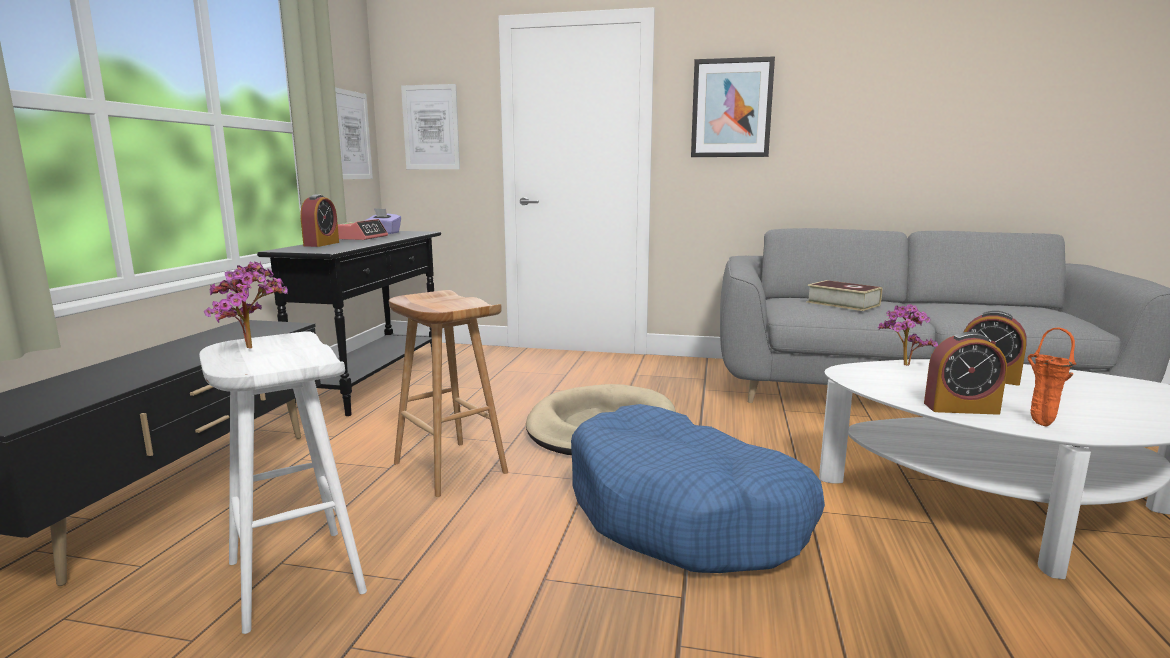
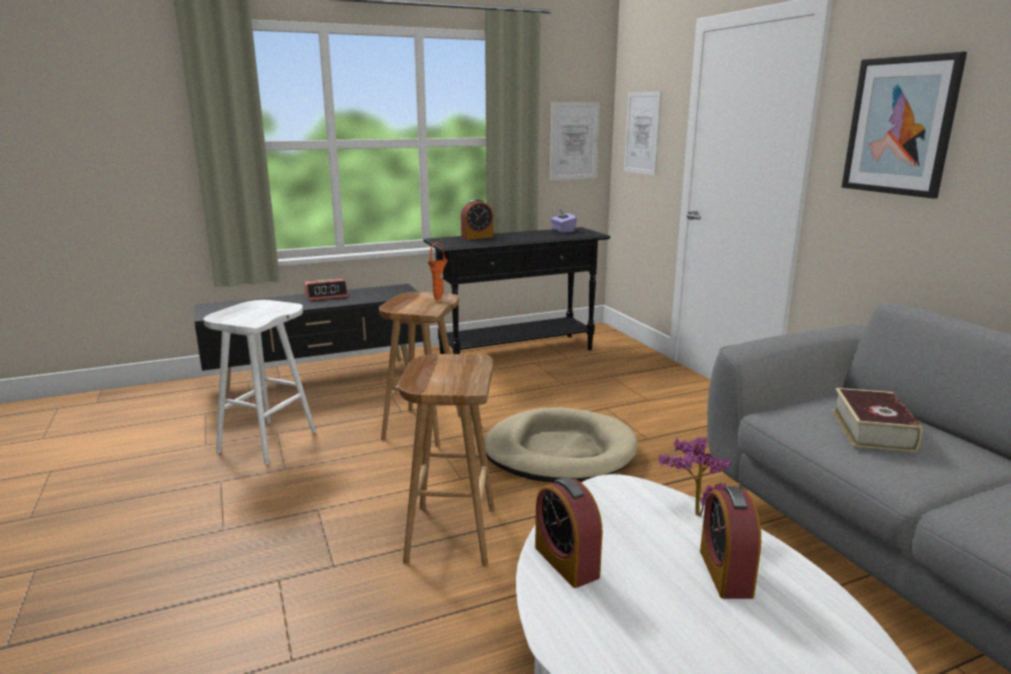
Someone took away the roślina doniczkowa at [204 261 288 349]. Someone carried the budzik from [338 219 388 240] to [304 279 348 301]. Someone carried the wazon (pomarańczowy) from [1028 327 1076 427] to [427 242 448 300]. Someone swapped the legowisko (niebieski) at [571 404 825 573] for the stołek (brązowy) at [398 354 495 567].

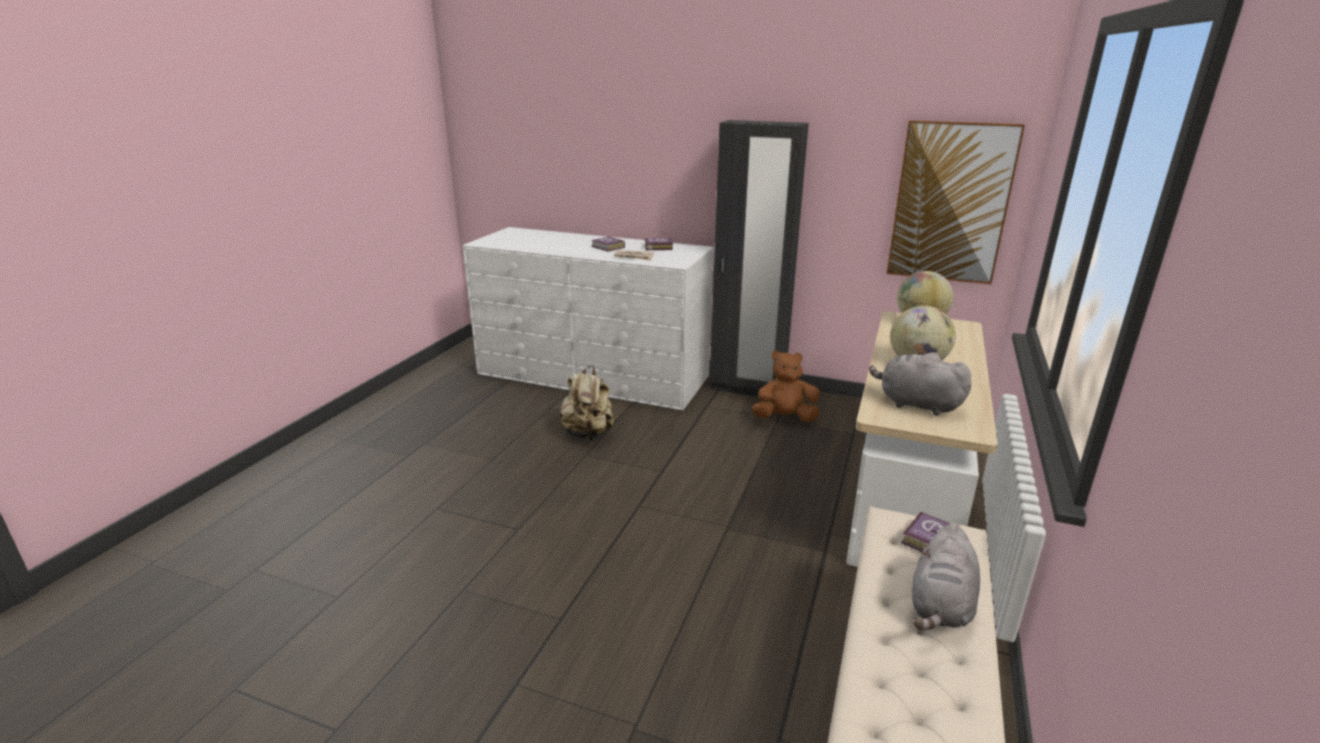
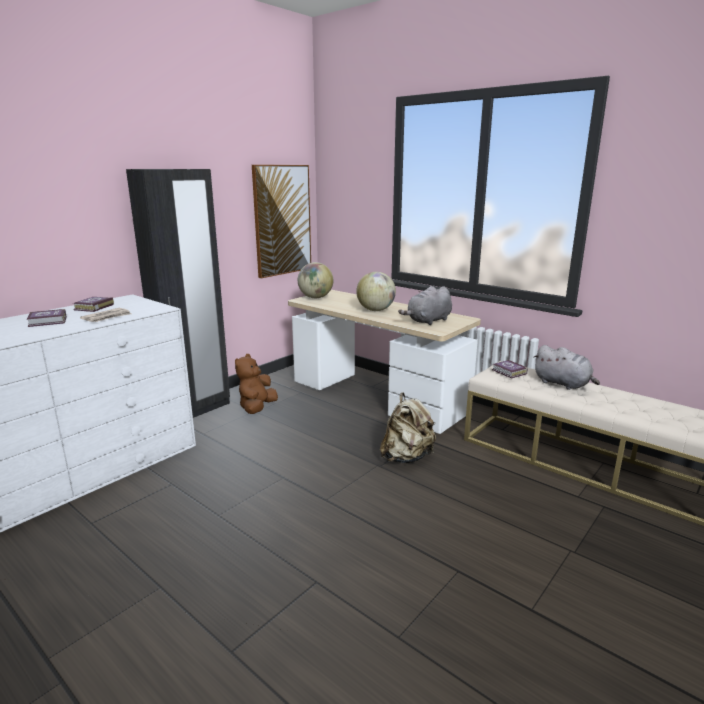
Someone carried the plecak (beżowy) from [560 365 615 441] to [380 392 436 463].

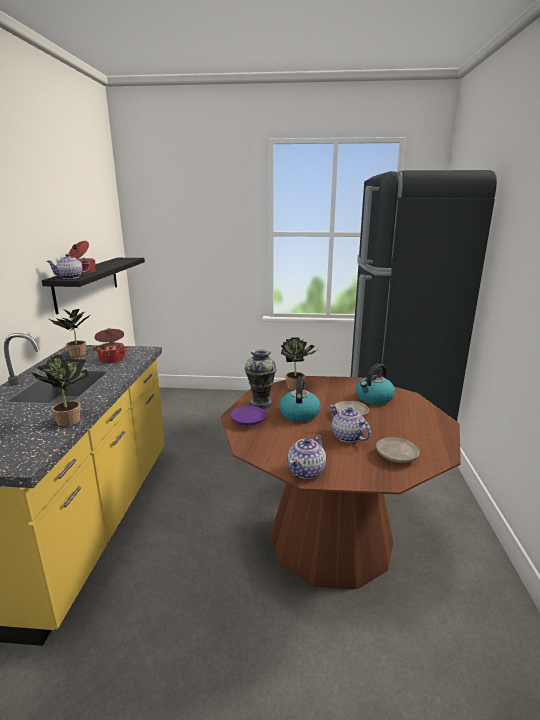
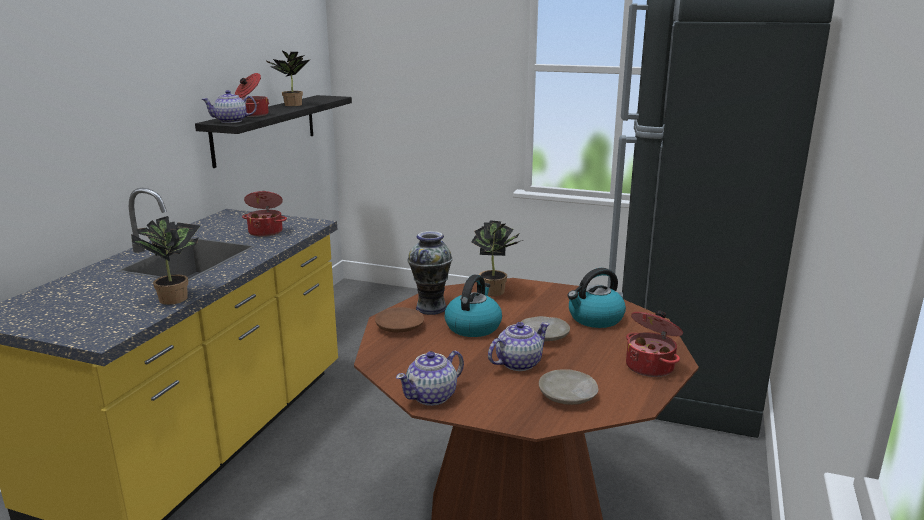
Someone put down the garnek at [626 311 683 377]. Someone carried the roślina doniczkowa from [49 309 90 357] to [265 51 311 106]. Someone repainted the talerz (fioletowy) at [230 406 267 425], which became the talerz (brązowy) at [375 307 424 333]. Someone rotated the imbryk at [330 405 371 443] by 75 degrees clockwise.

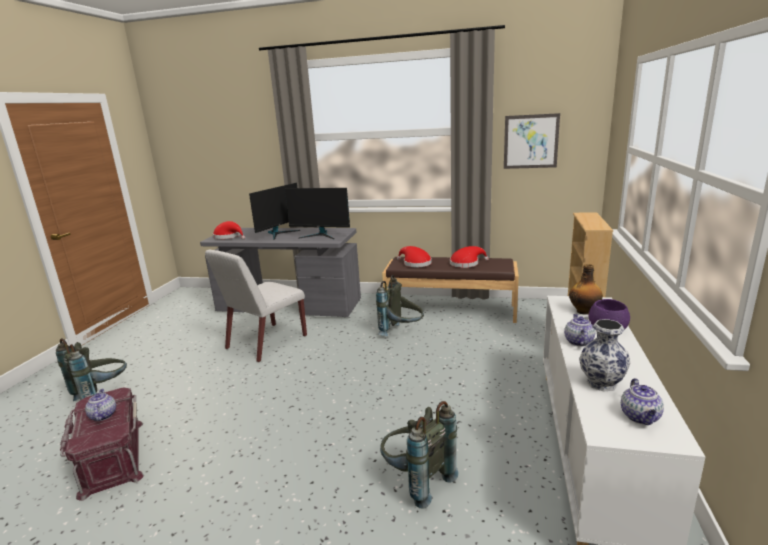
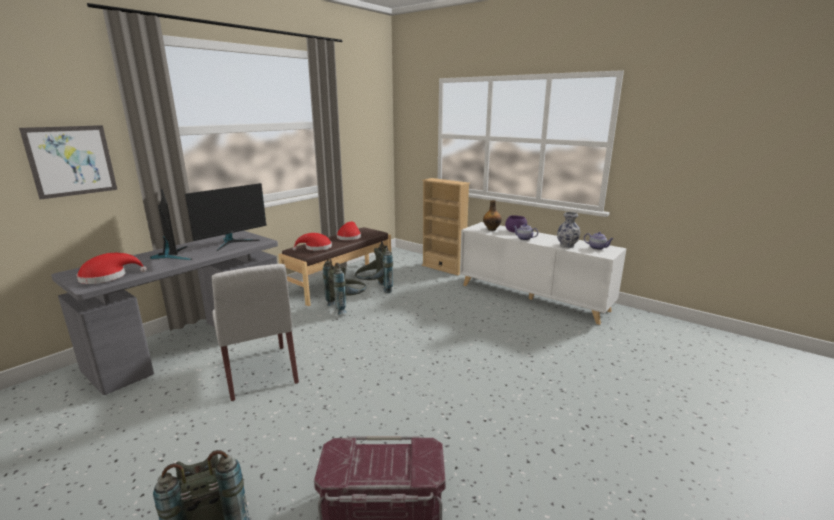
Someone took away the imbryk at [85 389 116 421]. Someone carried the plecak (szary) from [380 401 459 509] to [355 241 393 293]. Someone carried the obraz from [504 113 560 169] to [19 125 117 199].

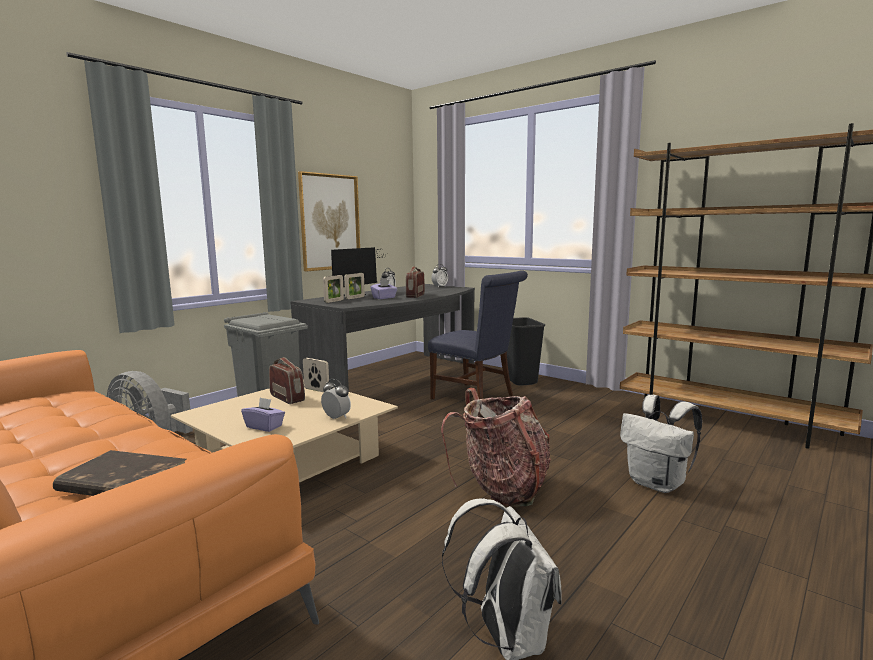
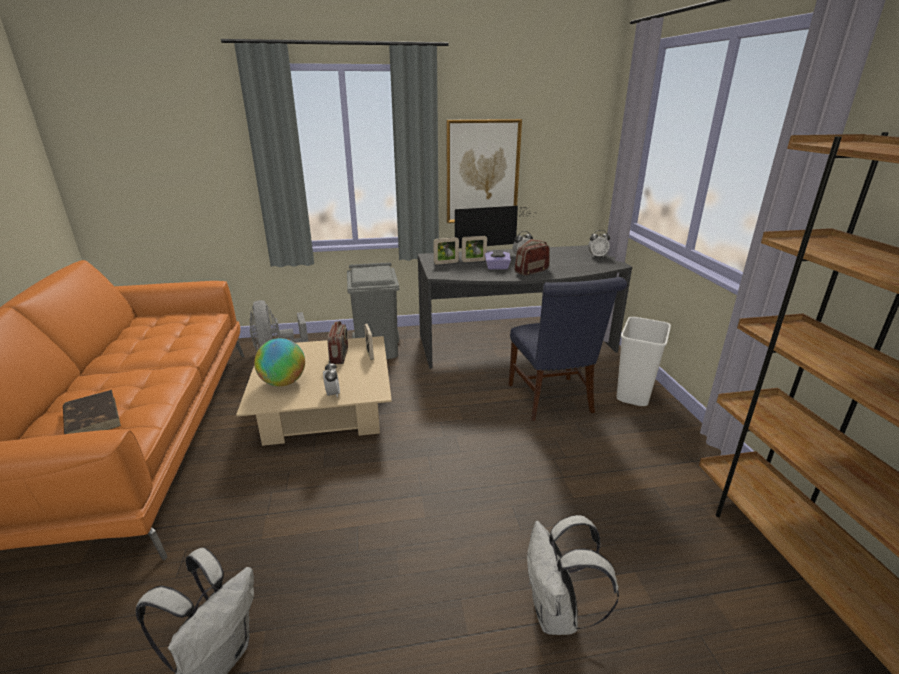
Someone took away the plecak at [441 388 551 507]. Someone swapped the pudełko chusteczek (fioletowy) at [241 397 285 432] for the globus at [254 338 305 386]. Someone repainted the kosz na śmieci (czarny) at [503 317 545 386], which became the kosz na śmieci (biały) at [616 317 671 406].

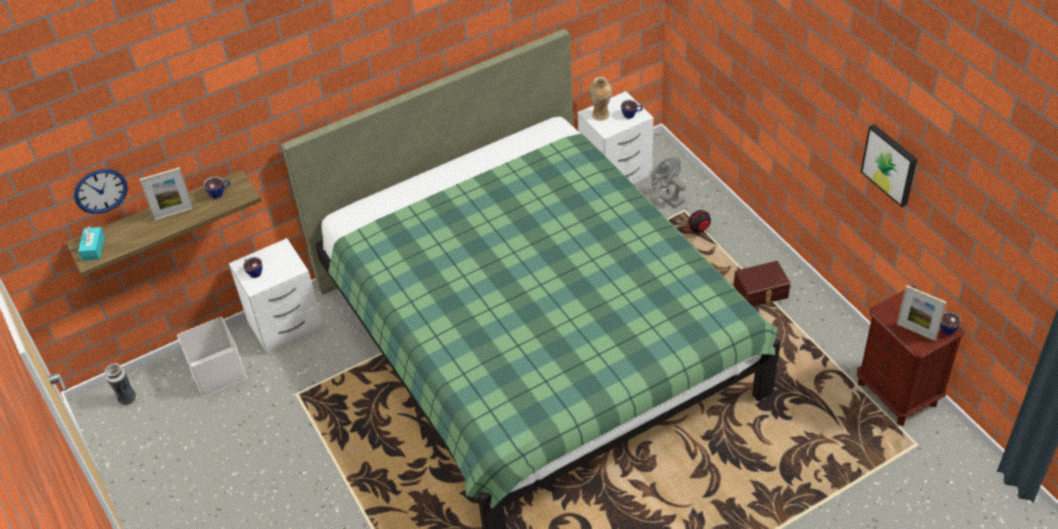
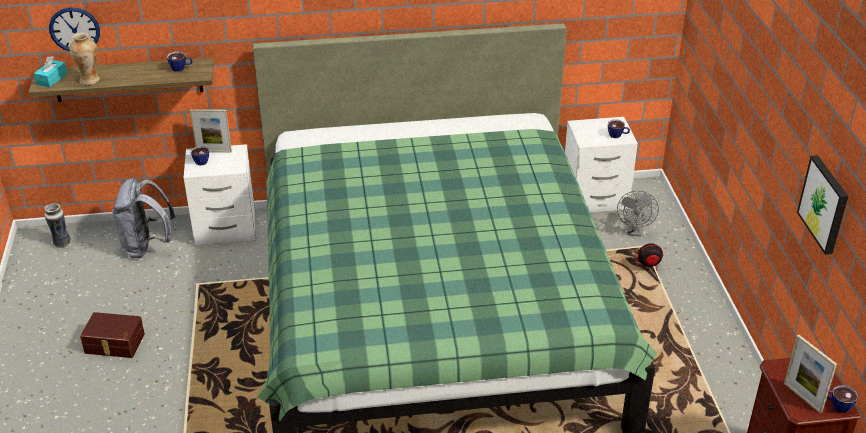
Someone carried the ramka na zdjęcie from [139 167 194 221] to [190 109 232 153]. Someone carried the wazon from [589 77 612 121] to [70 33 100 85]. Someone carried the pojemnik do przechowywania (brązowy) from [734 261 791 306] to [80 312 145 358]. Someone swapped the pojemnik do przechowywania (biały) at [177 317 247 397] for the plecak (szary) at [112 178 175 258]. Someone rotated the wentylator (szary) at [652 157 686 208] by 150 degrees counterclockwise.

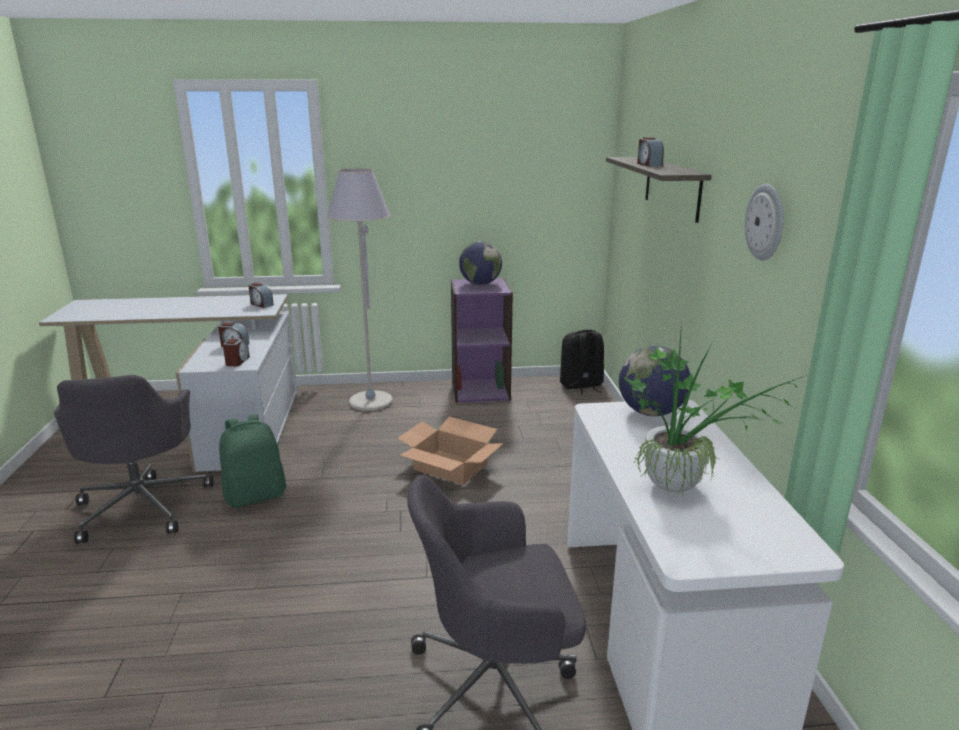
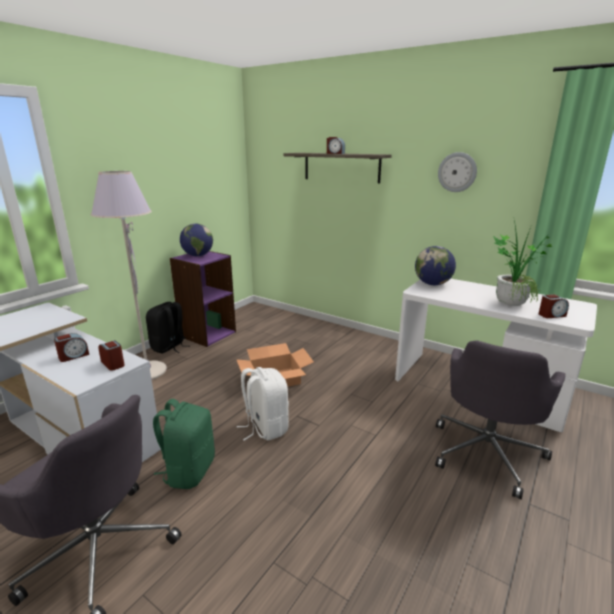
Someone put down the plecak (biały) at [237 367 289 441]. Someone carried the budzik from [249 283 274 308] to [539 294 569 318]. Someone carried the plecak (czarny) from [560 330 604 395] to [146 302 190 354].

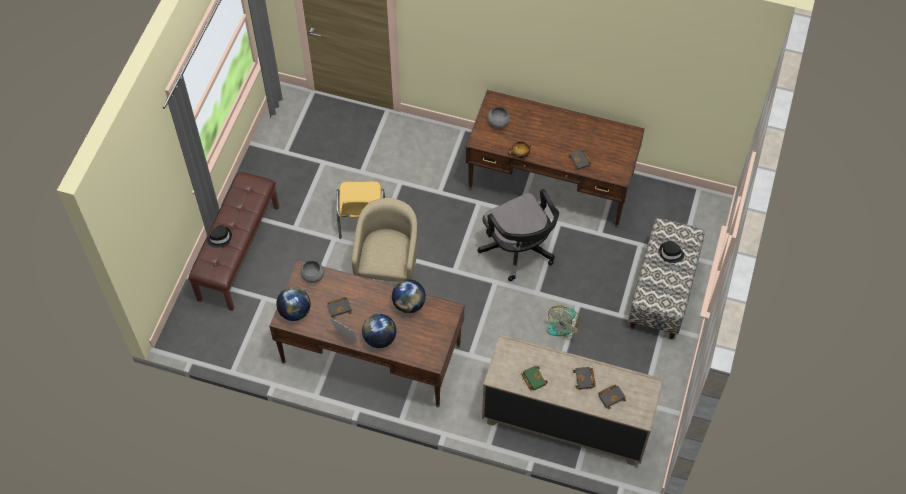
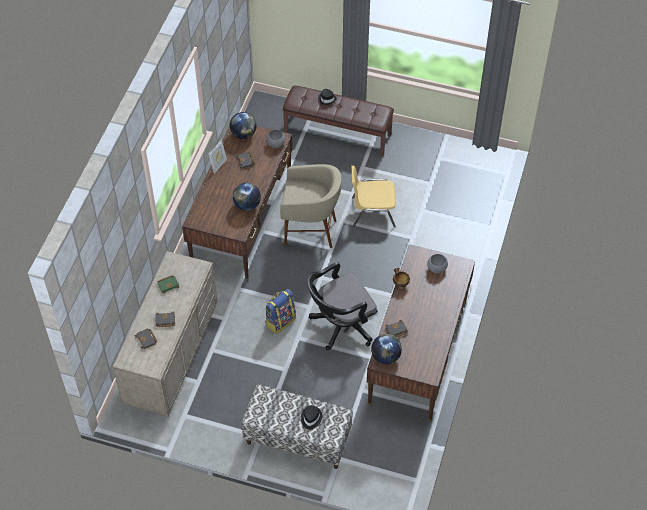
Someone took away the wentylator at [546 305 580 337]. Someone put down the plecak at [265 289 296 334]. Someone carried the globus from [362 314 396 348] to [371 334 402 365].

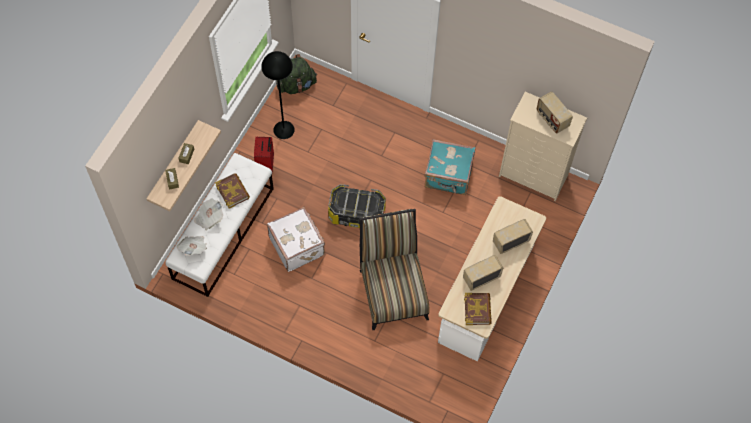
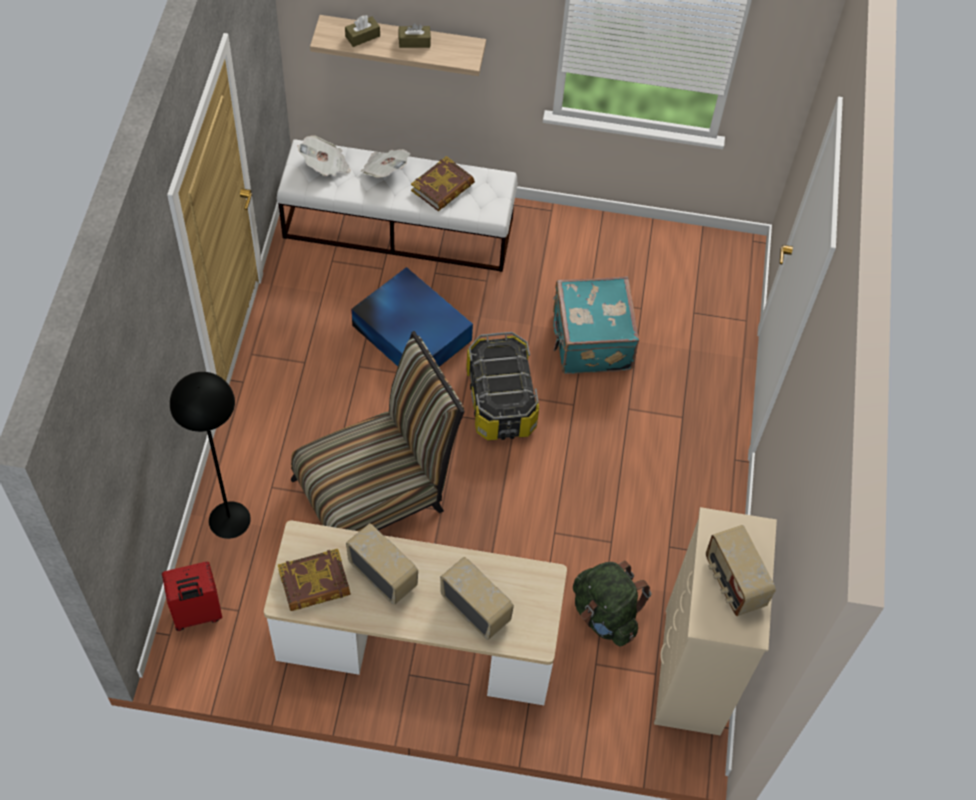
Someone carried the walizka (czerwony) from [254 137 274 173] to [162 562 222 631]. Someone carried the lampa stojąca (czarny) from [261 51 295 139] to [170 372 251 539]. Someone carried the plecak (zielony) from [276 54 317 94] to [573 561 651 647]. Someone carried the walizka (turkusowy) from [425 139 476 195] to [553 276 639 374]. Someone swapped the walizka (biały) at [267 207 325 272] for the pojemnik do przechowywania (niebieski) at [351 267 473 367]. Someone rotated the radio at [537 91 573 134] by 60 degrees counterclockwise.

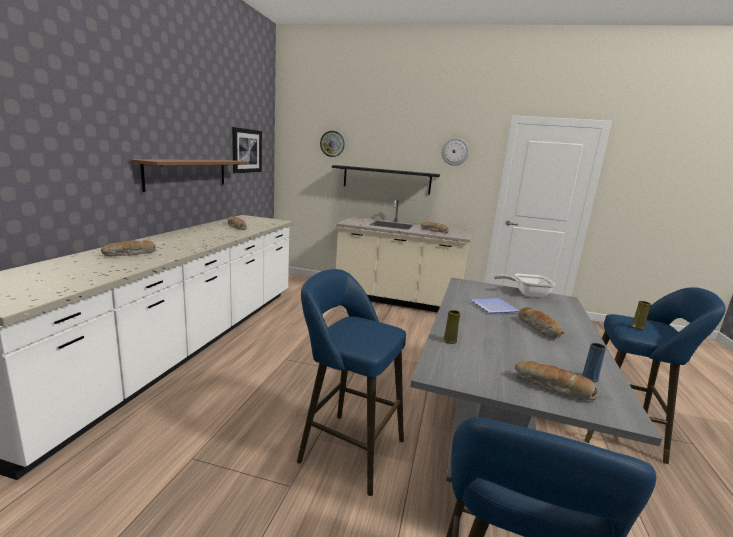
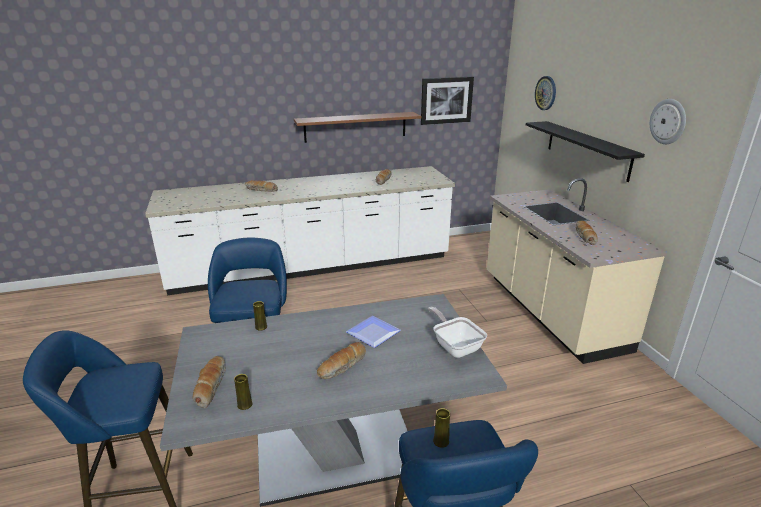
Someone repainted the wazon (niebieski) at [581 343 606 382], which became the wazon (żółty) at [234 374 253 410].

